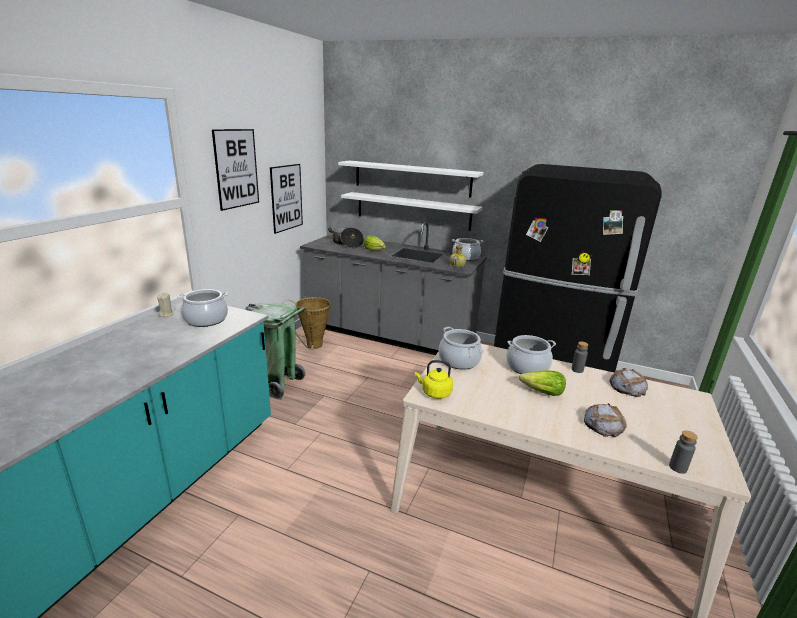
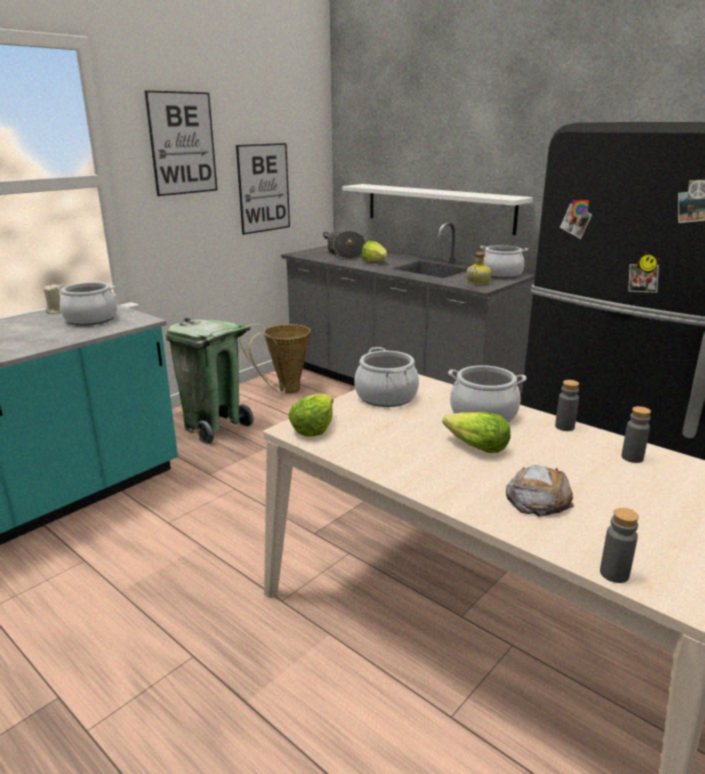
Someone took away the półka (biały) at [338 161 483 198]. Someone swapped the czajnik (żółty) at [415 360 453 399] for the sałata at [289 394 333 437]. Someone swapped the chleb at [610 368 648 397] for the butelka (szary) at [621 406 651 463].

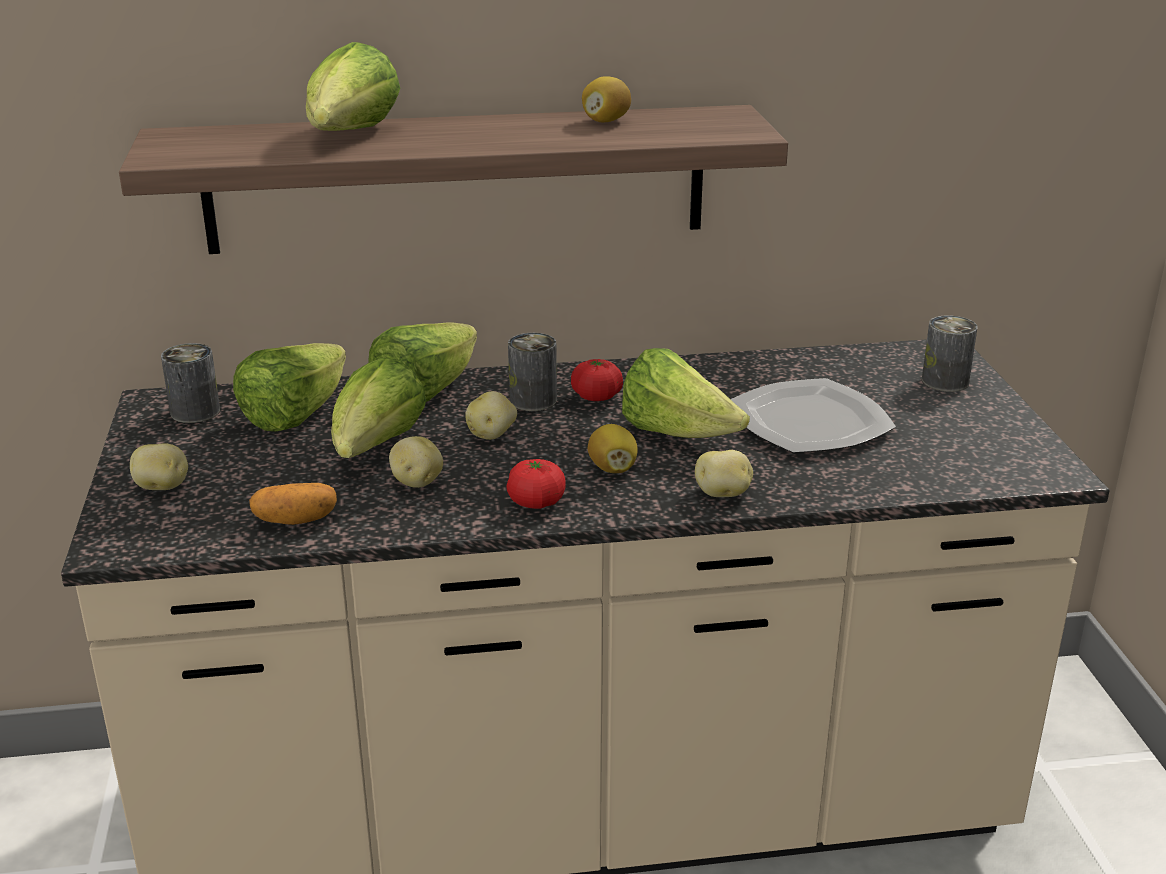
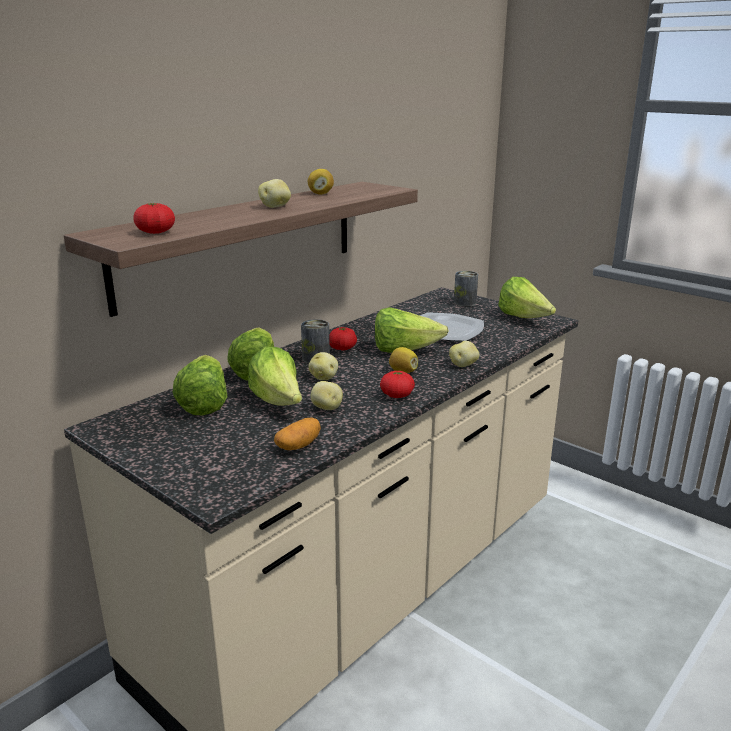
Someone took away the puszka at [161 343 220 423]. Someone put down the pomidor at [133 203 175 234]. Someone carried the ziemniak from [130 443 188 490] to [258 179 291 208]. Someone carried the sałata from [306 42 400 131] to [498 277 556 318].

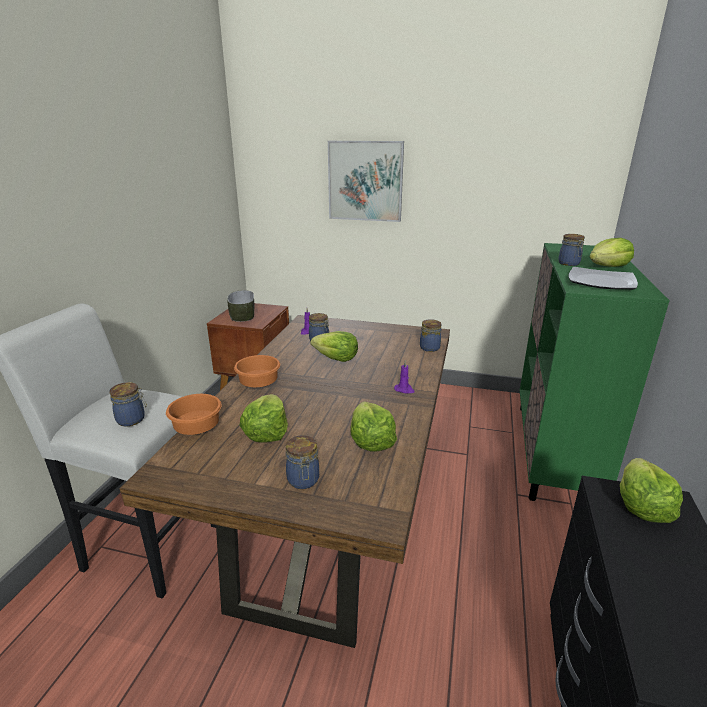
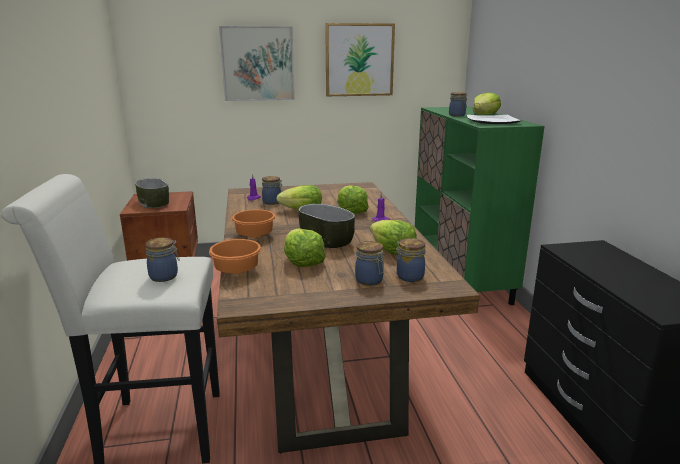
Someone put down the miska at [298 204 355 248]. Someone put up the obraz at [325 23 395 96]. Someone carried the słoik from [420 319 442 352] to [395 238 425 282]. Someone carried the sałata from [620 458 683 523] to [337 185 369 214].

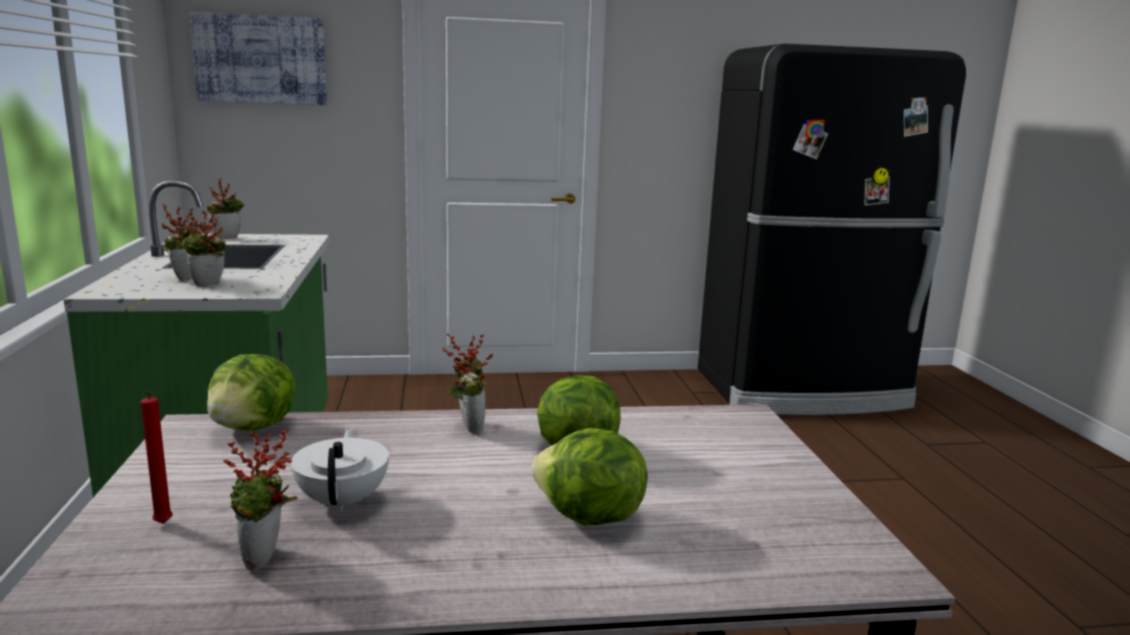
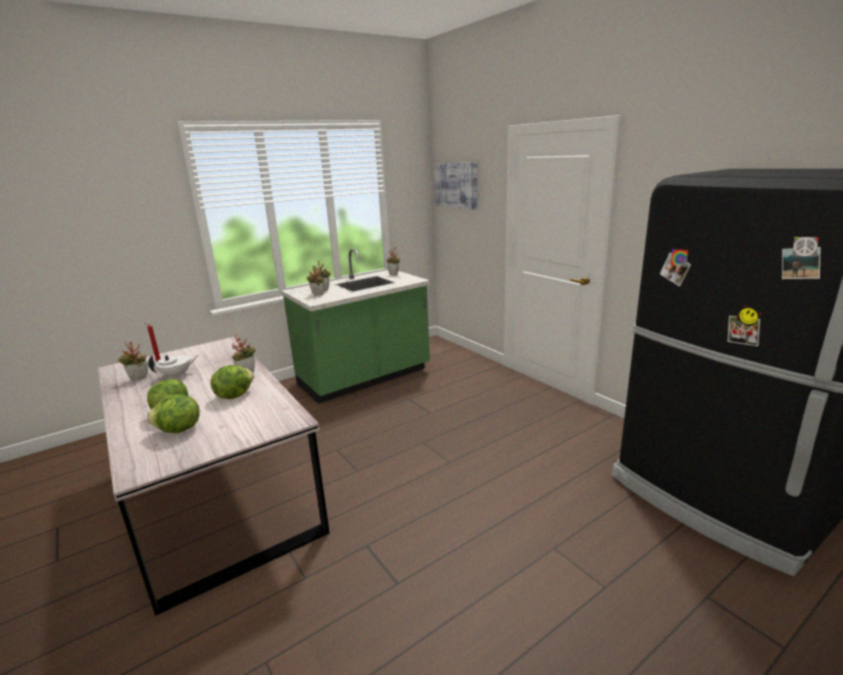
Someone carried the sałata from [207 354 296 430] to [147 394 200 433].

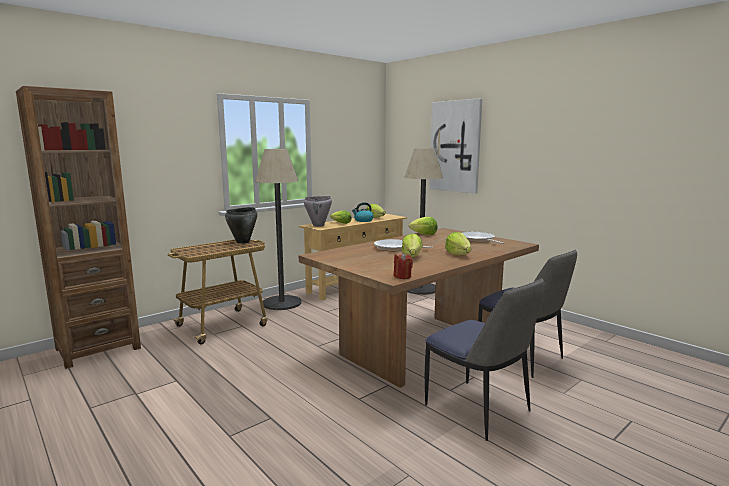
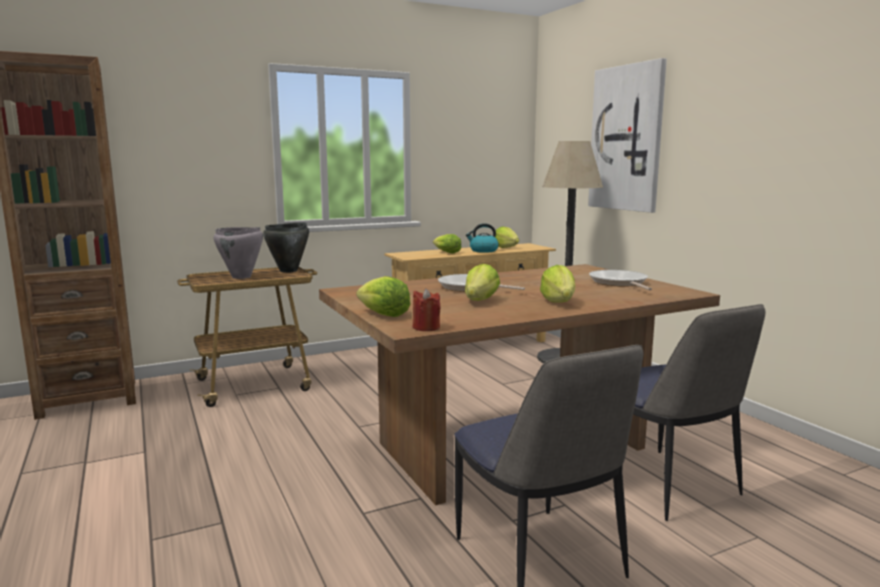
Someone took away the lampa stojąca at [255 149 302 310]. Someone carried the garnek (szary) from [304 196 332 227] to [214 227 263 279]. Someone carried the sałata from [409 217 438 235] to [356 276 411 317].

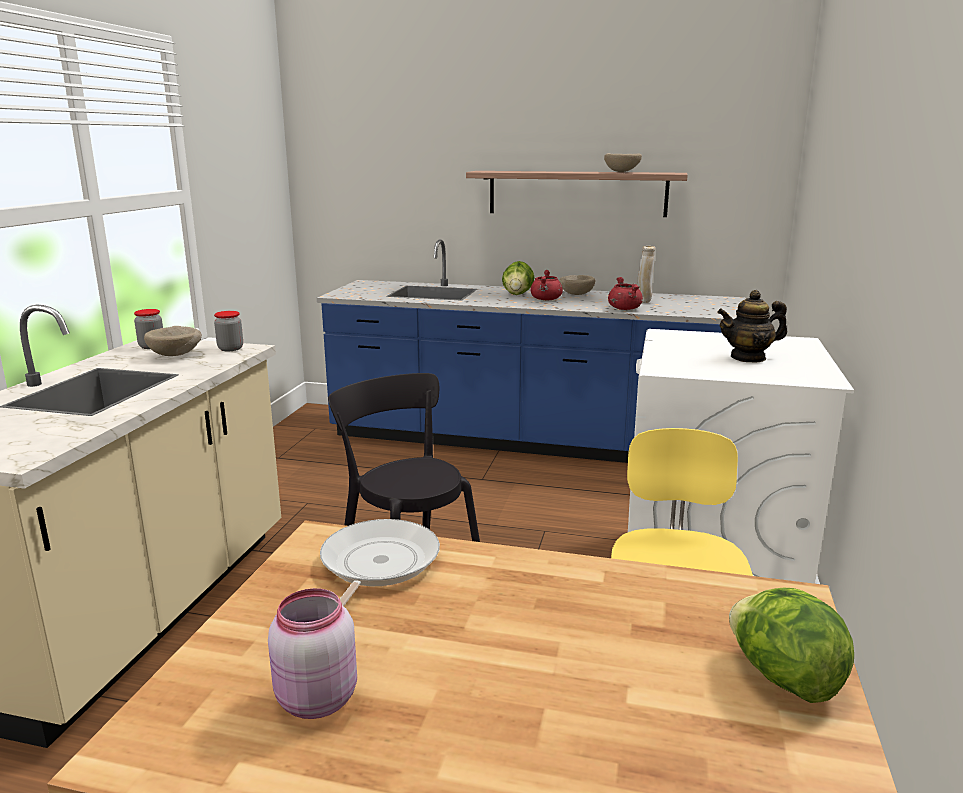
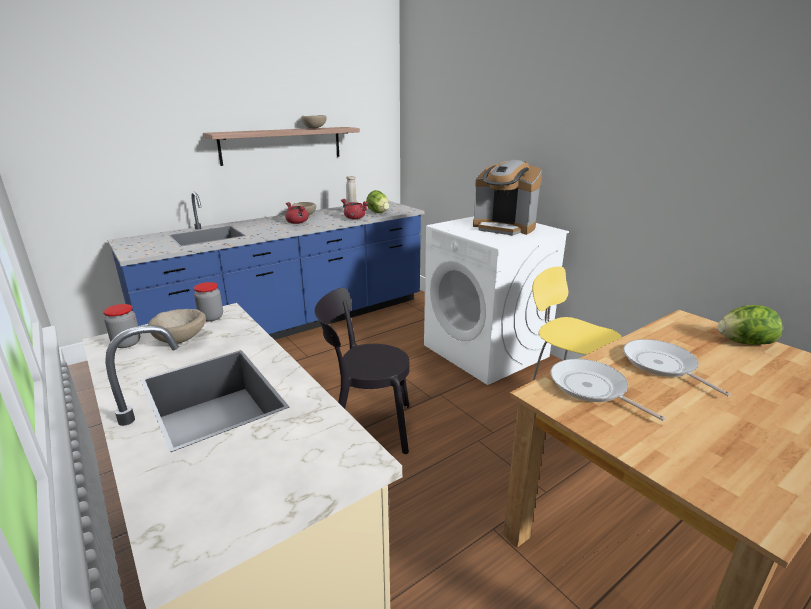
Someone took away the słoik (różowy) at [268 588 357 719]. Someone put down the patelnia at [623 339 731 397]. Someone carried the sałata from [502 261 535 295] to [366 190 389 213]. Someone swapped the imbryk at [717 290 787 363] for the ekspres do kawy at [473 160 542 236].

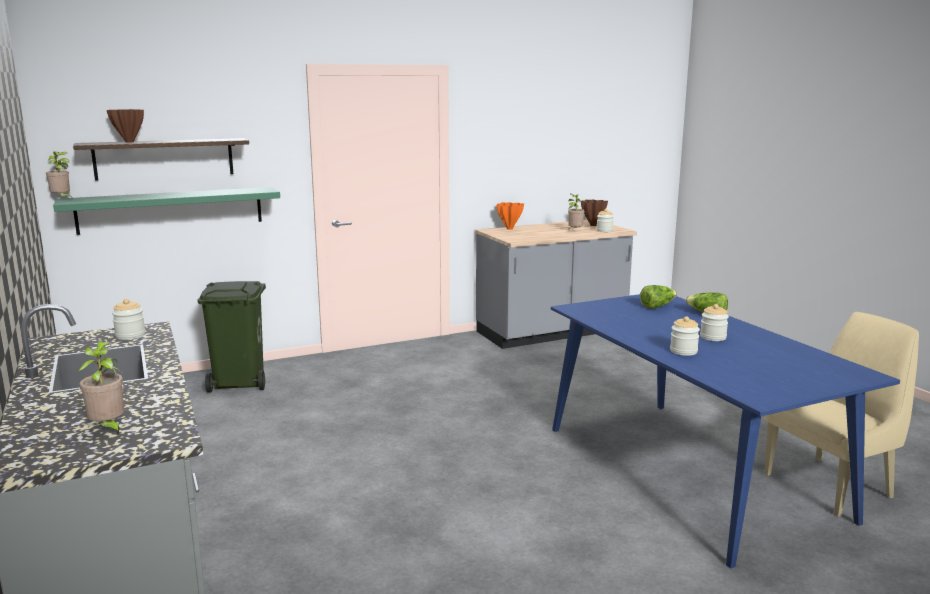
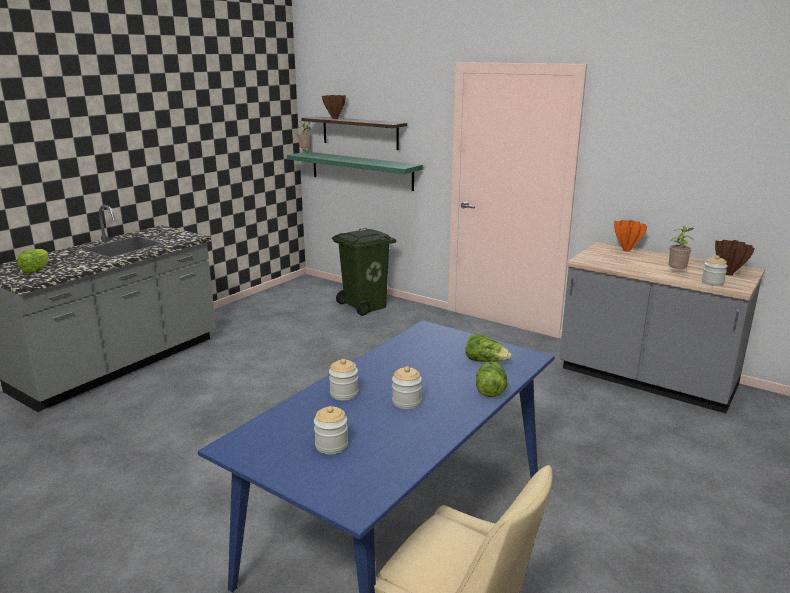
Someone carried the słoik from [112 299 145 340] to [314 406 348 454]. Someone swapped the roślina doniczkowa at [79 342 124 434] for the sałata at [17 249 49 273].

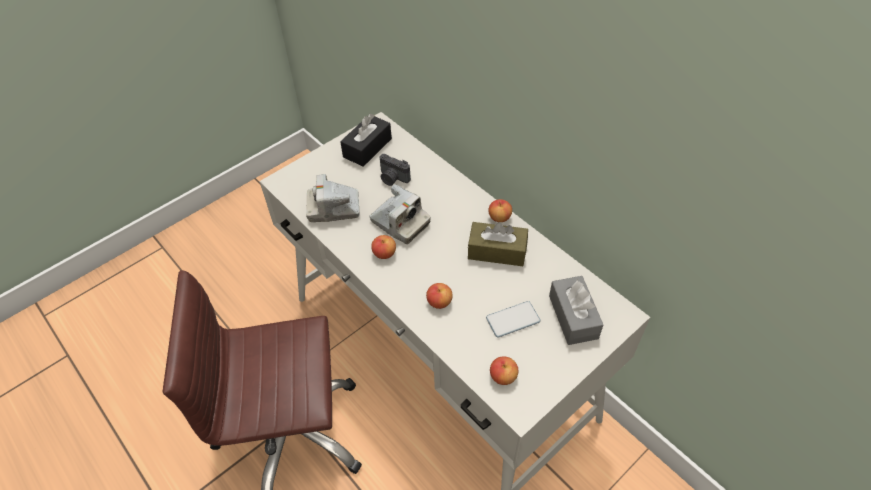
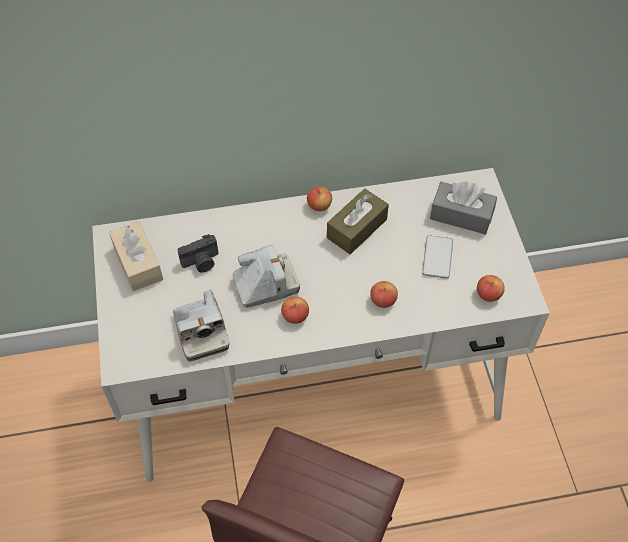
Someone repainted the pudełko chusteczek (czarny) at [340 114 392 167], which became the pudełko chusteczek (beżowy) at [109 221 163 291]. Someone rotated the aparat fotograficzny at [306 174 359 222] by 45 degrees counterclockwise.

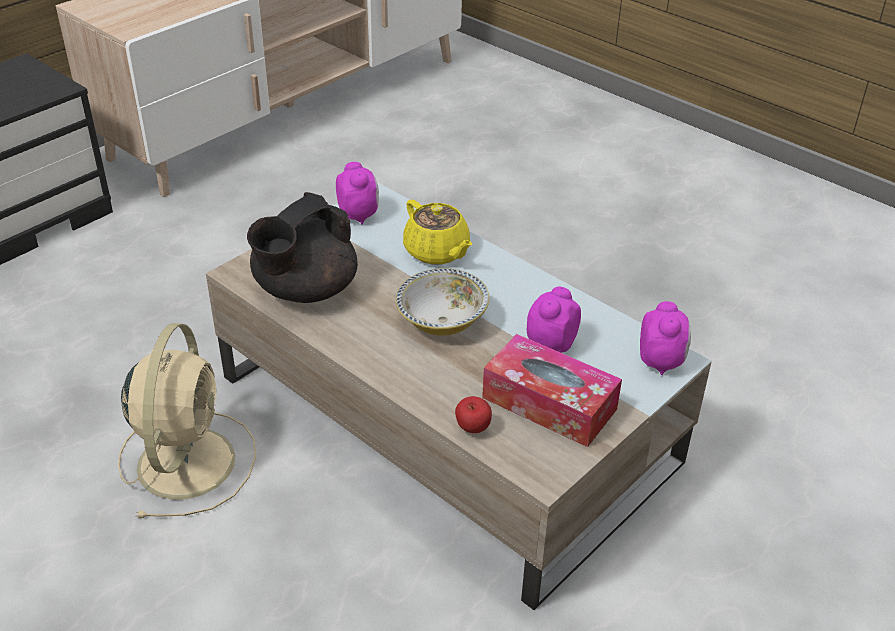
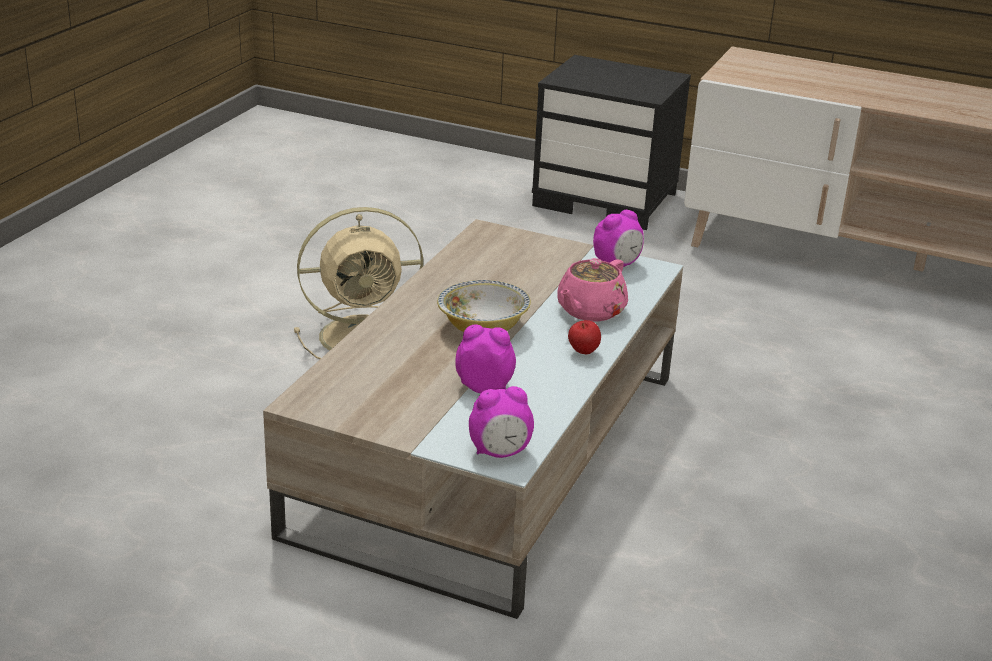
Someone took away the imbryk (czarny) at [247 192 358 303]. Someone took away the pudełko chusteczek at [482 334 622 447]. Someone carried the jabłko from [455 396 492 433] to [568 320 601 354]. Someone repainted the imbryk (żółty) at [403 200 472 265], which became the imbryk (różowy) at [557 258 628 322].

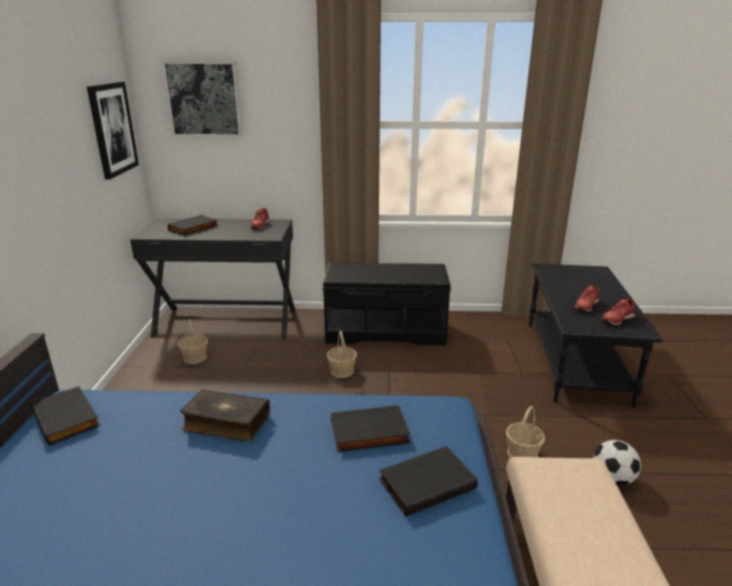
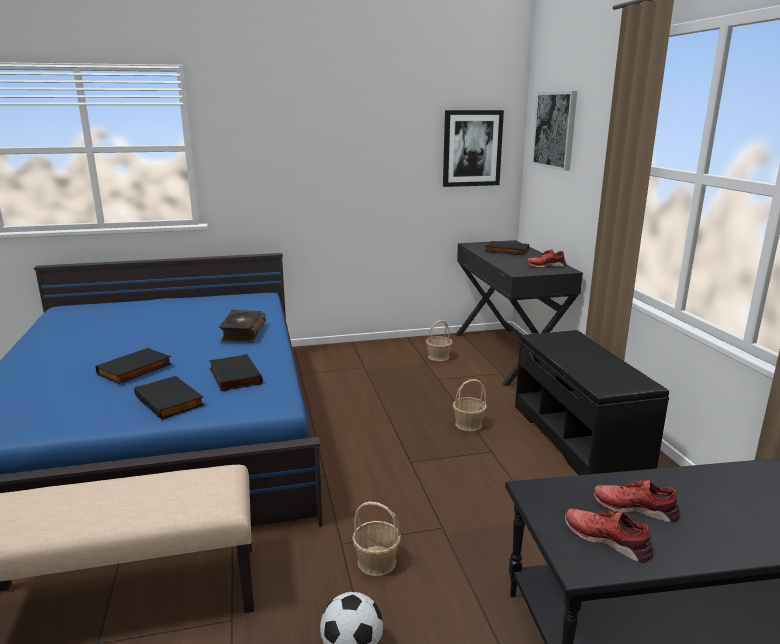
Someone carried the książka (czarny) from [31 386 100 446] to [96 348 172 384].

